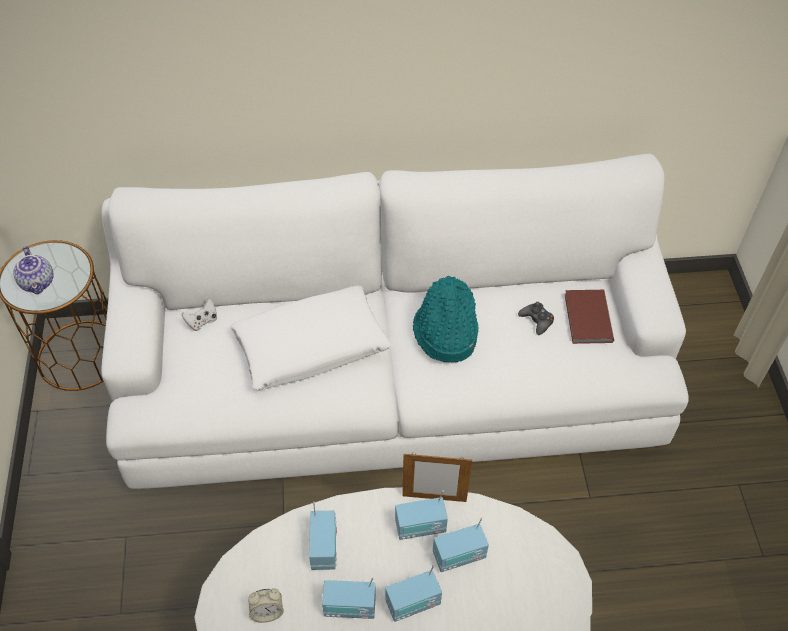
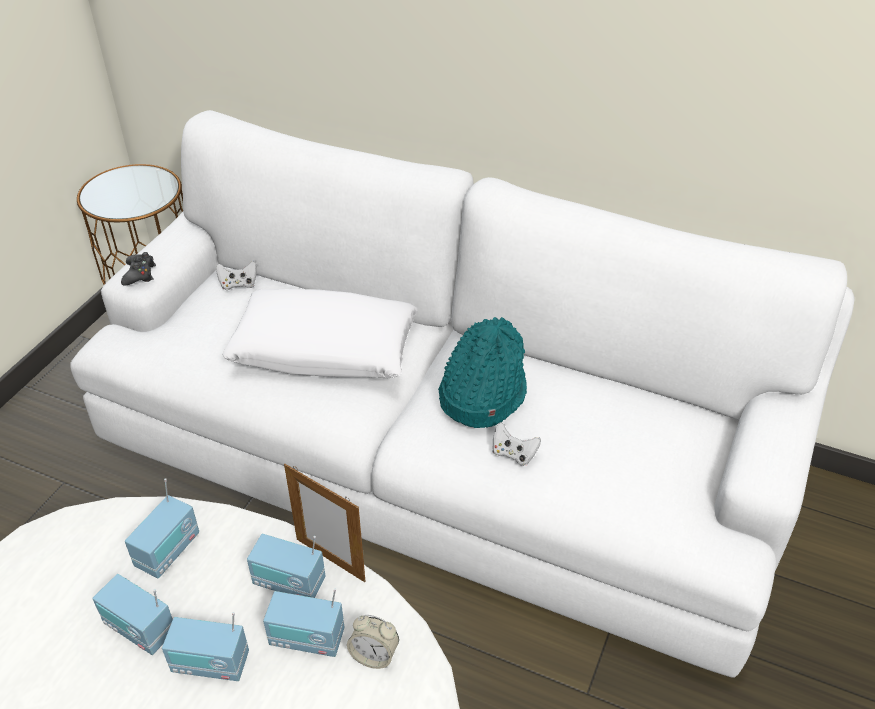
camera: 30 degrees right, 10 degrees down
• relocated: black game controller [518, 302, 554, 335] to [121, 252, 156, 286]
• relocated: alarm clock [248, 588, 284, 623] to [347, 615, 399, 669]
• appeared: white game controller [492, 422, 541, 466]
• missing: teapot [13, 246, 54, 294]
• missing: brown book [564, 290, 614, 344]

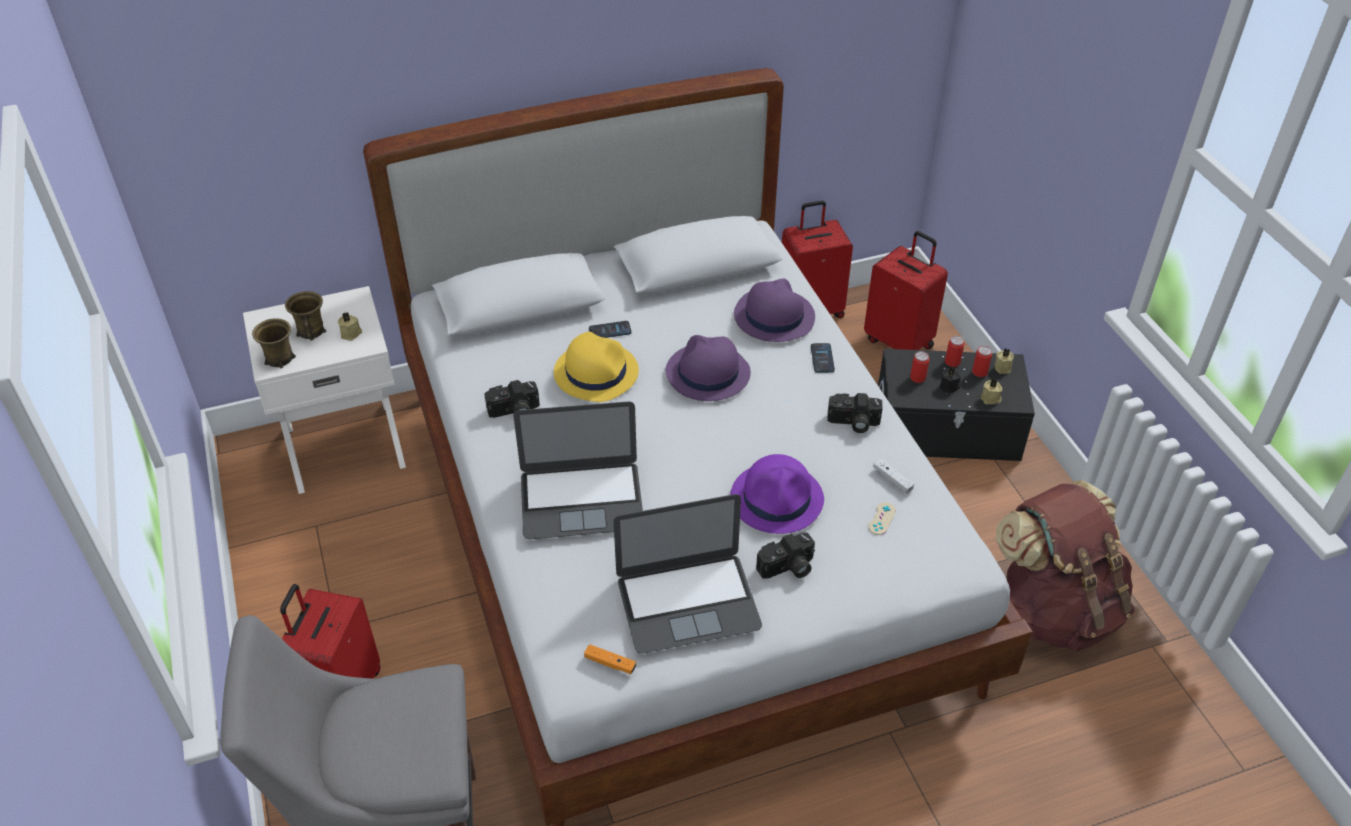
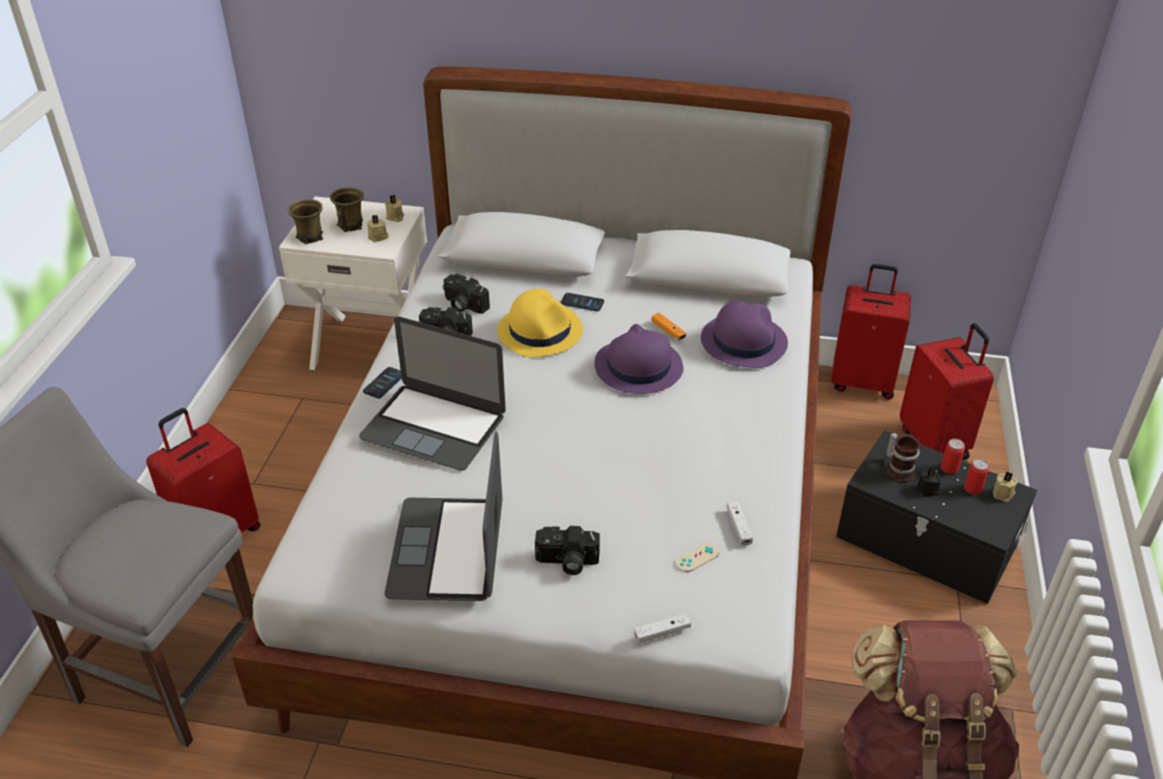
camera: 30 degrees right, 5 degrees down
• relocated: phone [811, 343, 835, 373] to [363, 367, 402, 399]
• relocated: beige candle [980, 379, 1002, 404] to [385, 195, 404, 222]
• spun: laptop [613, 494, 762, 654] = [385, 431, 502, 601] 75 degrees clockwise
• relocated: photo camera [827, 393, 882, 433] to [443, 274, 490, 314]
• appeared: white game controller [634, 613, 691, 643]
• relocated: orange game controller [584, 644, 636, 674] to [652, 313, 686, 340]
• exchanged: can [910, 351, 930, 383] to mug [886, 433, 920, 482]
• missing: purple hat [730, 454, 824, 534]

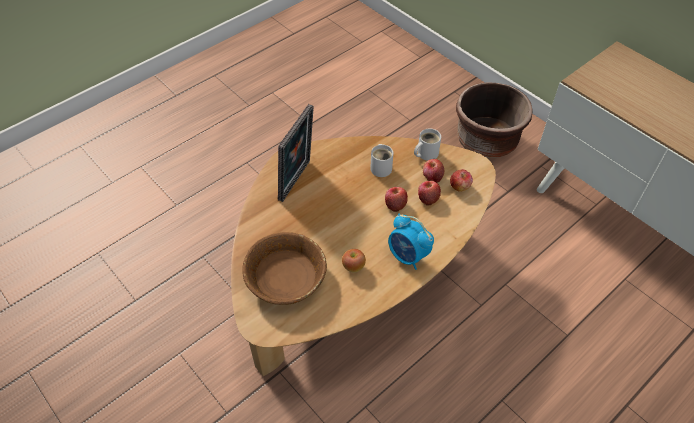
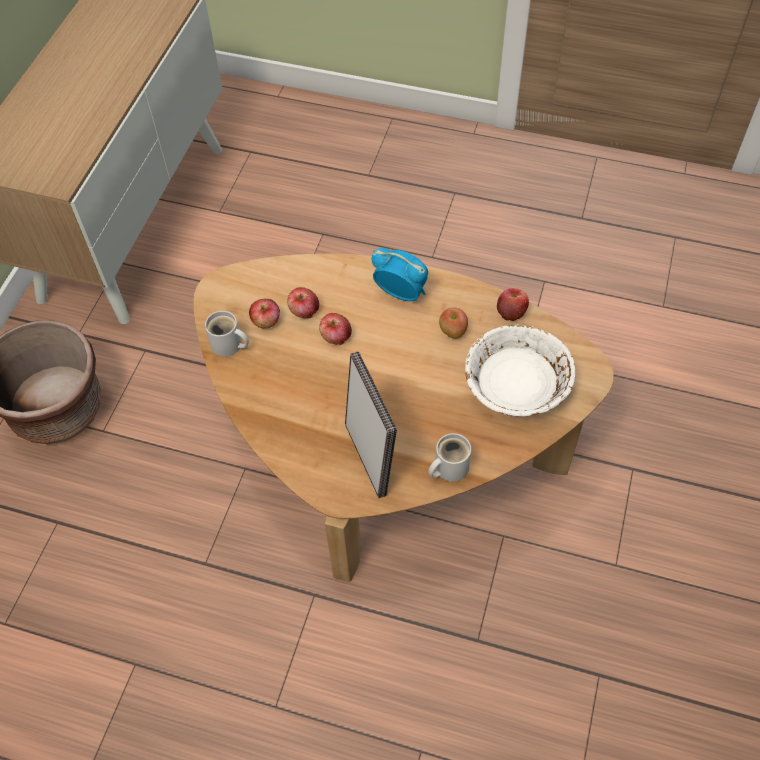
camera: 120 degrees left, 5 degrees up
• spun: picture frame [278, 104, 314, 202] = [345, 351, 397, 498] 75 degrees clockwise
• spun: alarm clock [388, 214, 434, 270] = [372, 248, 428, 301] 75 degrees counterclockwise
• relocated: white mug [370, 144, 393, 177] to [428, 433, 471, 482]
• colour: brown bowl [242, 232, 327, 305] to white bowl [465, 324, 575, 417]
• relocated: apple [450, 169, 473, 192] to [497, 288, 529, 321]

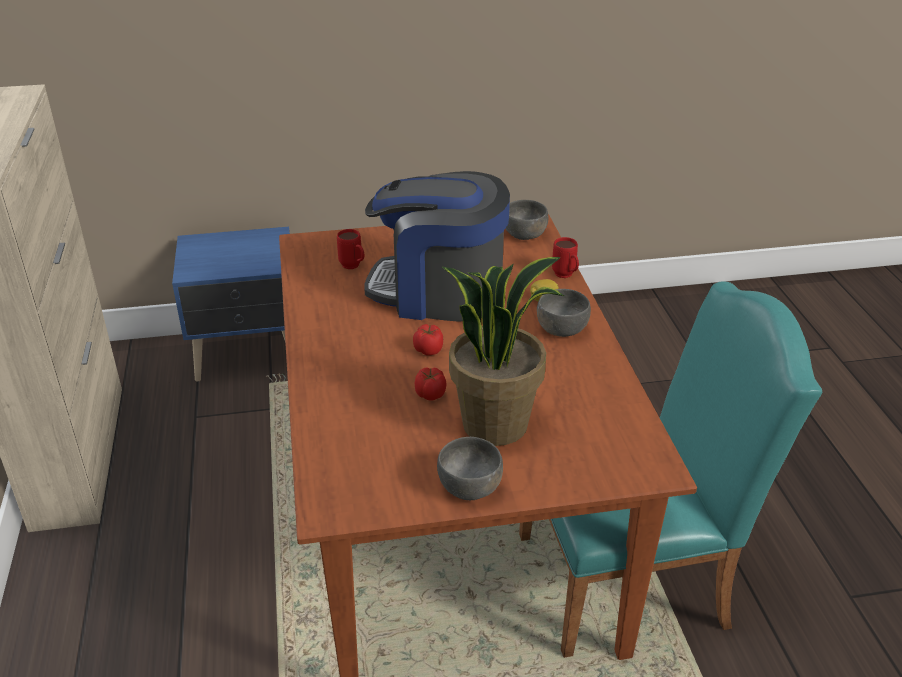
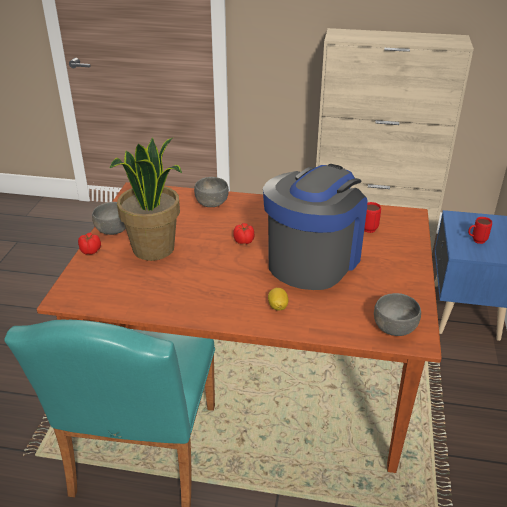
camera: 110 degrees right, 0 degrees up
• relocated: tomato [414, 367, 446, 401] to [78, 232, 101, 255]
• relocated: grey bowl [537, 289, 591, 337] to [194, 177, 229, 207]
• relocated: red mug [552, 237, 579, 278] to [468, 217, 492, 244]

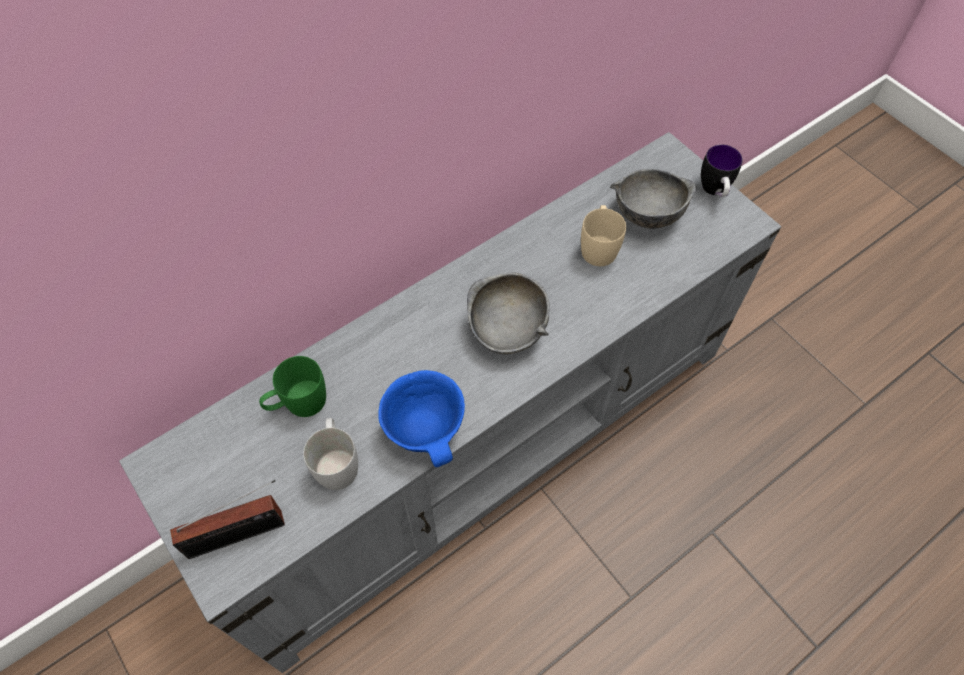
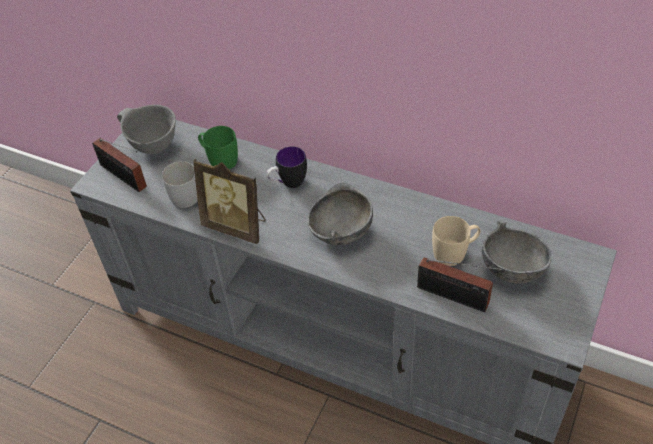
camera: 65 degrees right, 10 degrees down
• appeared: grey bowl [117, 105, 176, 154]
• exchanged: blue bowl [378, 370, 465, 467] to picture frame [193, 159, 266, 244]
• relocated: mug [701, 144, 743, 197] to [267, 146, 307, 188]
• appeared: radio [417, 258, 505, 312]

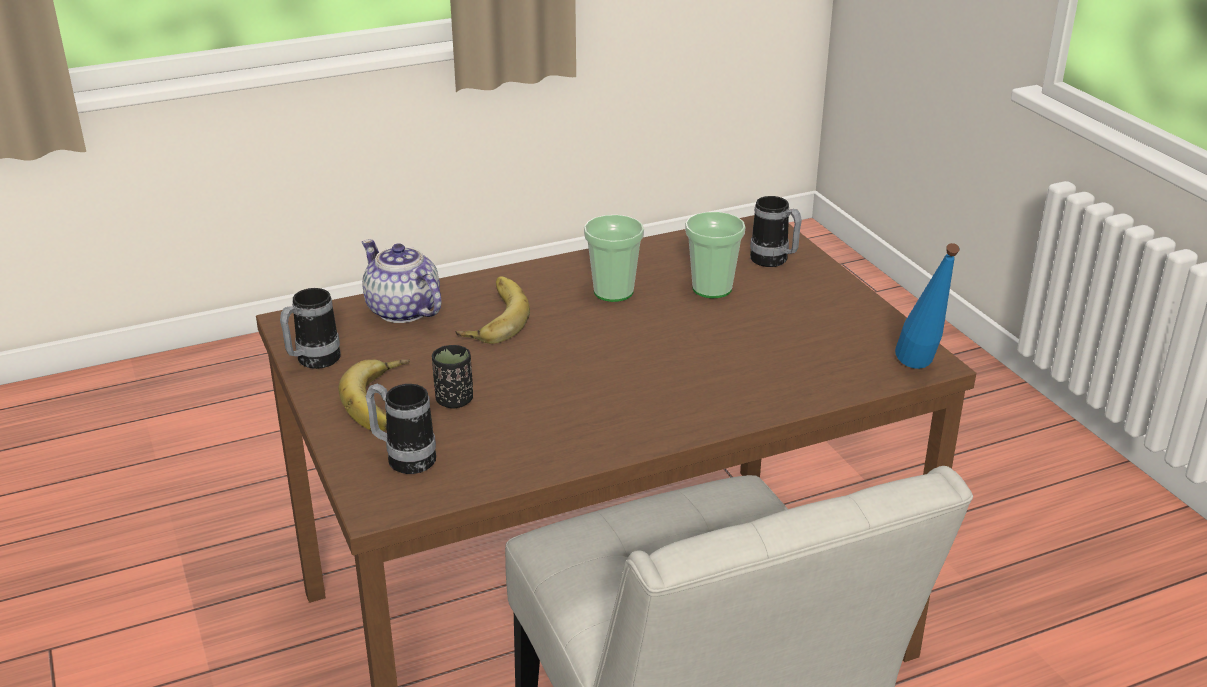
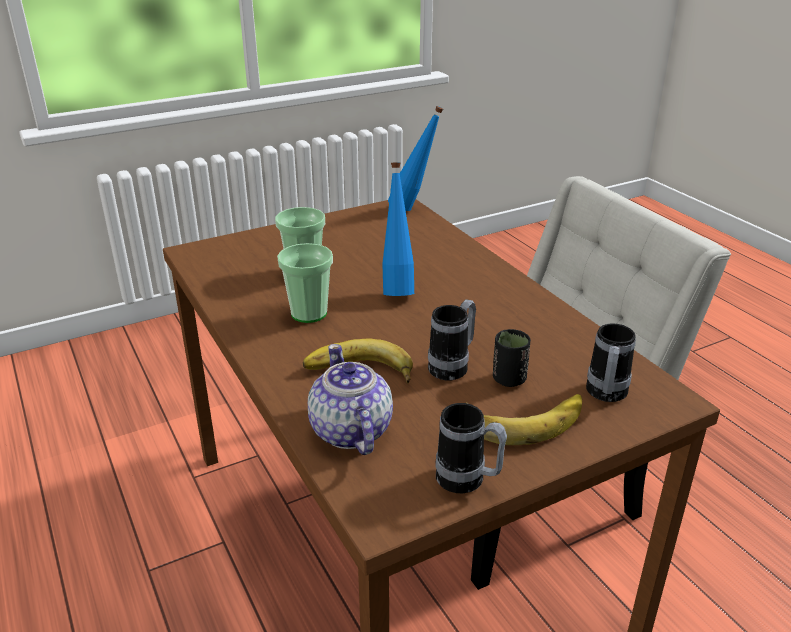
camera: 95 degrees left, 0 degrees up
• spun: teapot [362, 240, 442, 323] = [308, 344, 393, 455] 120 degrees clockwise
• appeared: blue bottle [382, 162, 414, 296]
• relocated: mug [750, 196, 802, 267] to [428, 299, 476, 381]

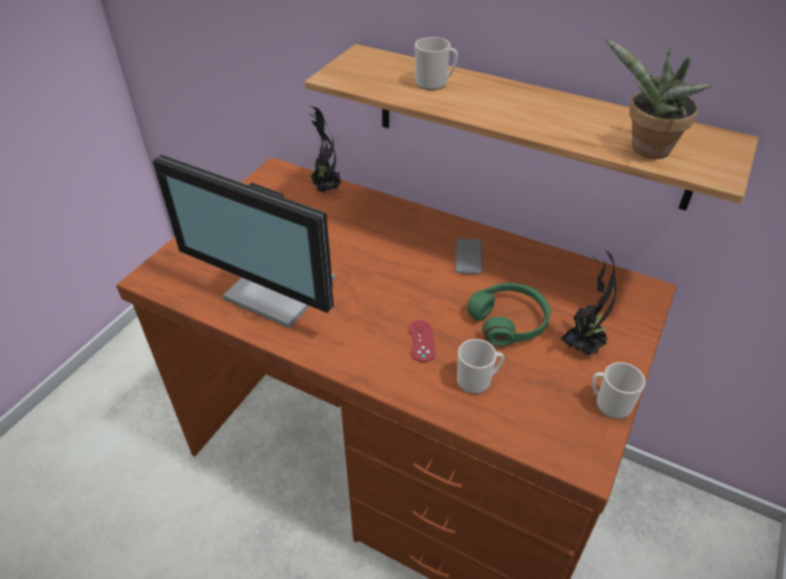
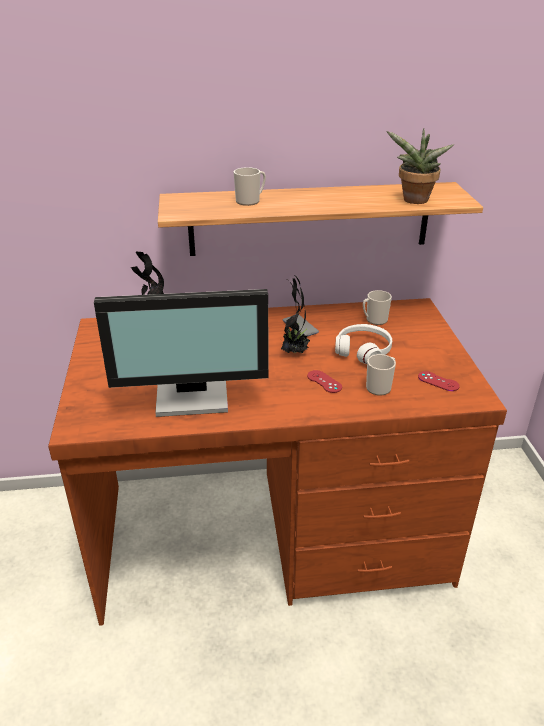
camera: 35 degrees left, 10 degrees down
• relocated: potted plant [561, 250, 616, 355] to [280, 274, 310, 353]
• colour: green headphones [467, 283, 551, 346] to white headphones [335, 324, 392, 364]
• relocated: mug [592, 362, 646, 419] to [363, 290, 392, 325]
• appeared: red game controller [418, 371, 460, 391]

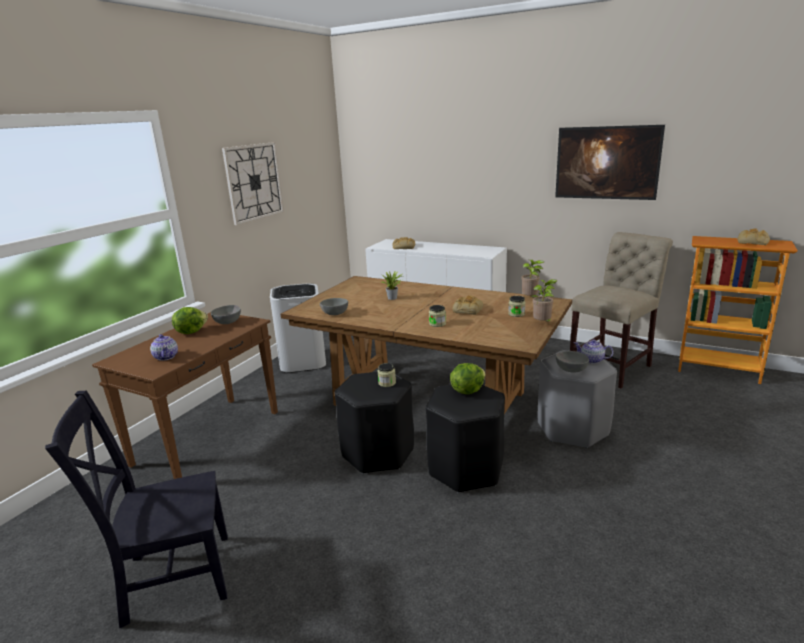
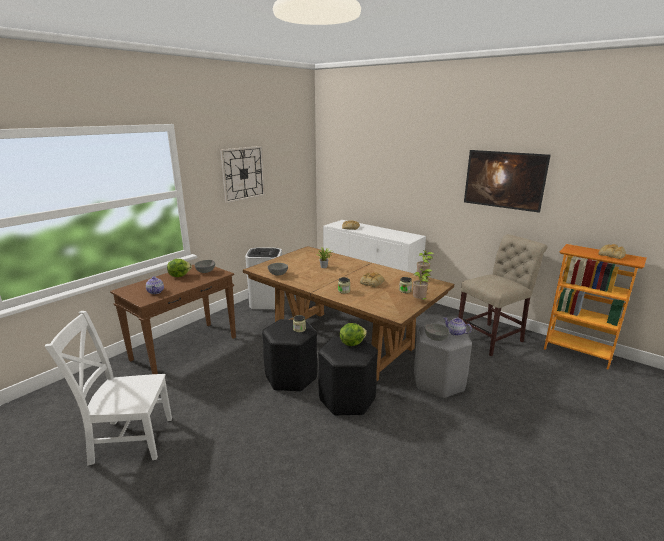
camera: 10 degrees right, 0 degrees up
• colour: black chair [45, 391, 228, 628] to white chair [45, 311, 172, 466]

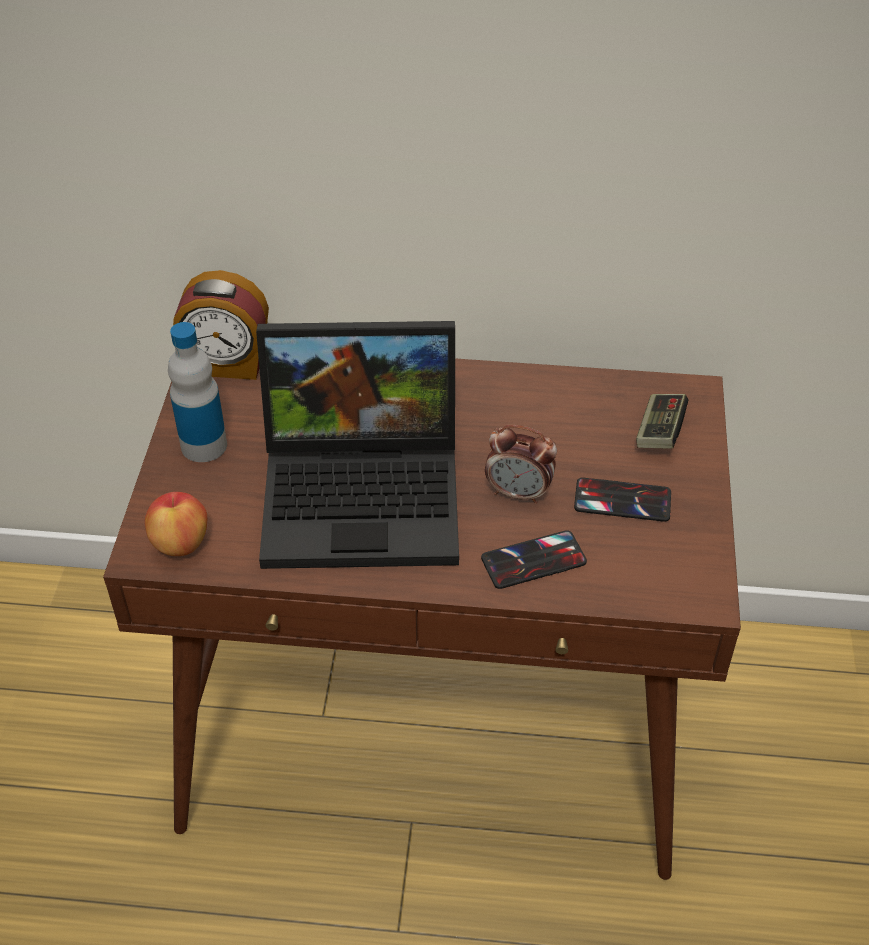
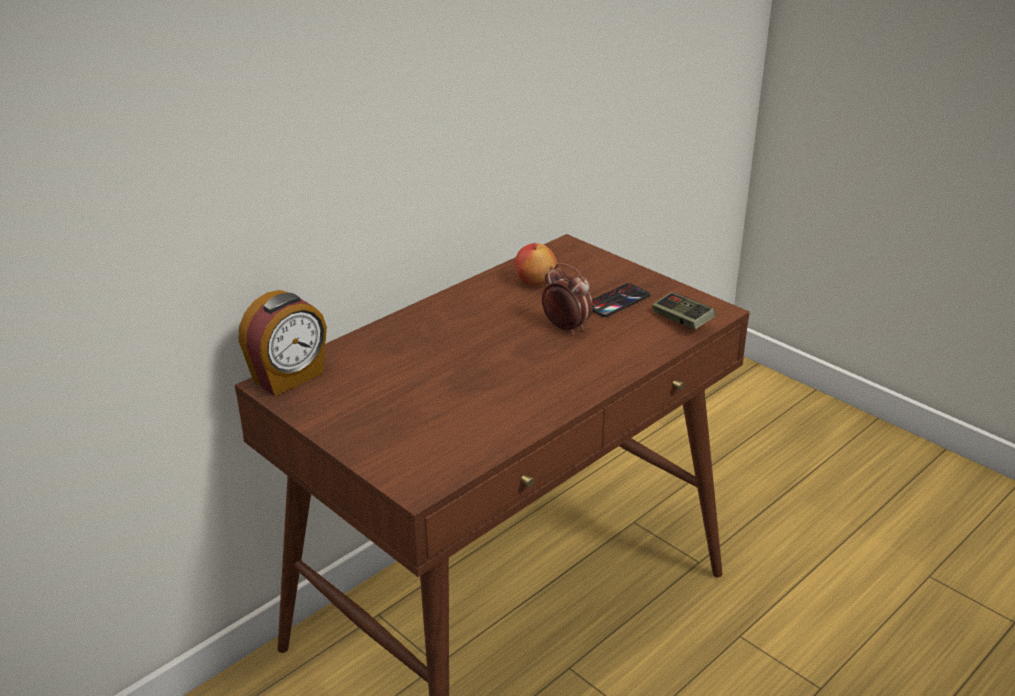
camera: 50 degrees left, 15 degrees down
• relocated: apple [145, 492, 207, 556] to [514, 242, 557, 286]
• spun: alarm clock [485, 425, 557, 504] = [542, 263, 593, 335] 105 degrees counterclockwise
• relocated: game controller [636, 394, 689, 448] to [652, 292, 716, 329]
• missing: bottle [168, 322, 227, 462]
• missing: laptop [256, 321, 459, 569]
• missing: phone [481, 530, 587, 589]

